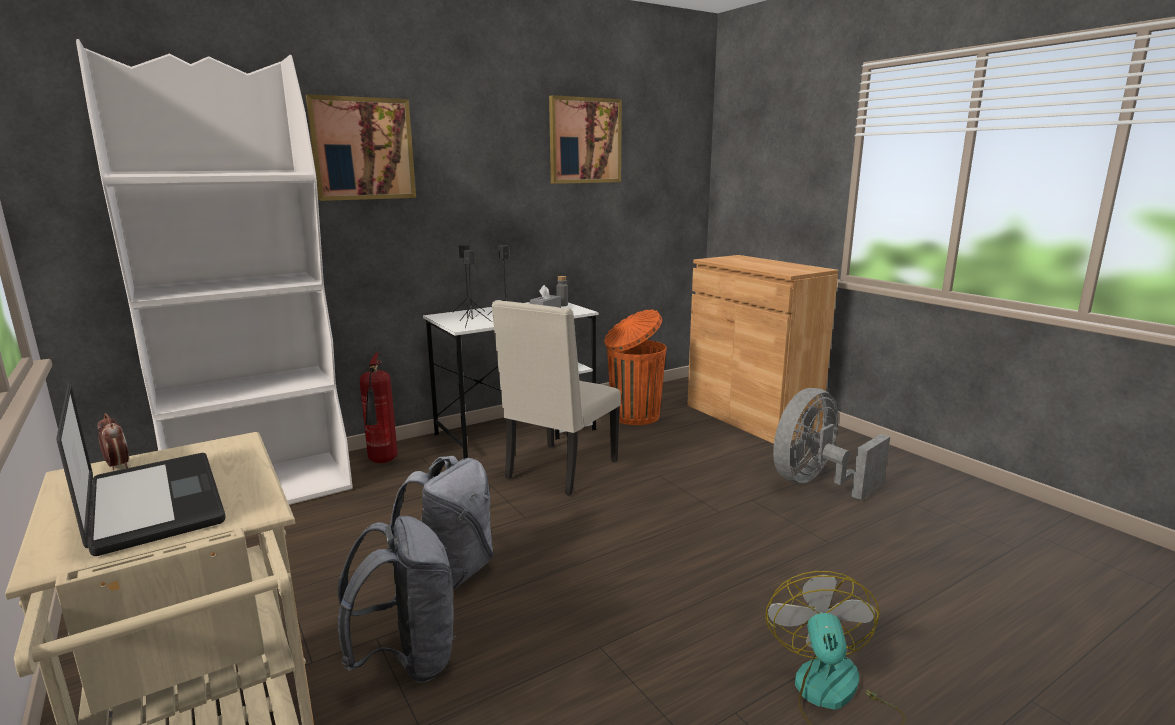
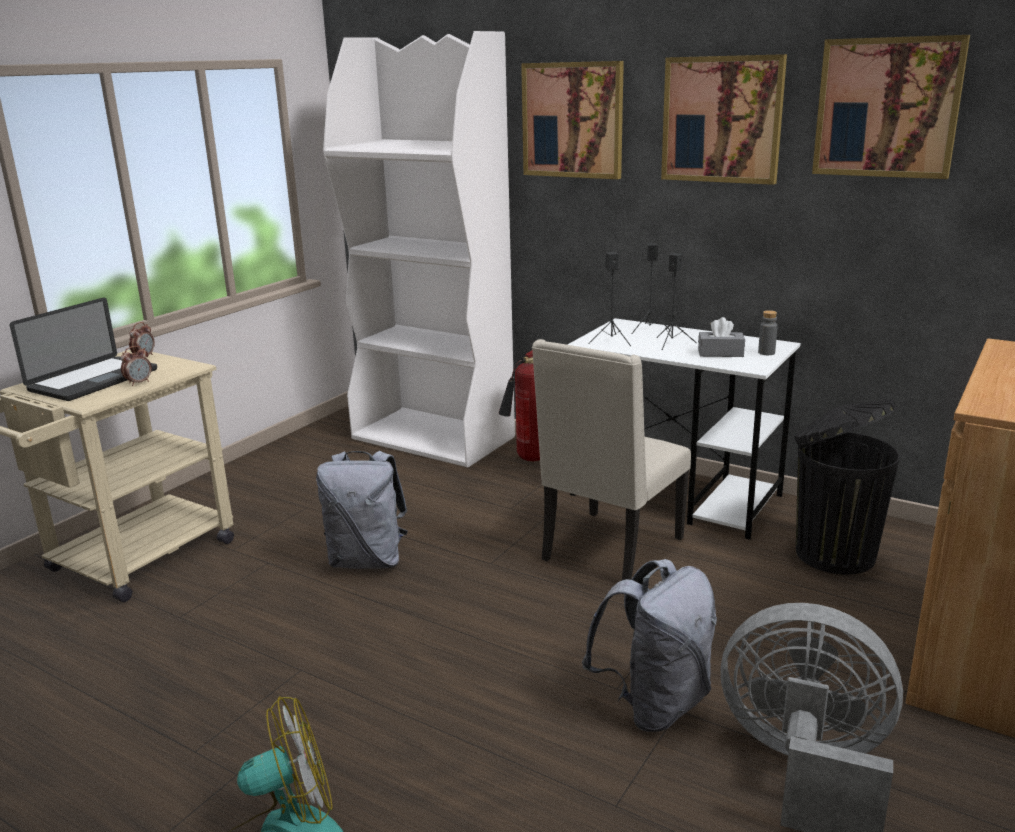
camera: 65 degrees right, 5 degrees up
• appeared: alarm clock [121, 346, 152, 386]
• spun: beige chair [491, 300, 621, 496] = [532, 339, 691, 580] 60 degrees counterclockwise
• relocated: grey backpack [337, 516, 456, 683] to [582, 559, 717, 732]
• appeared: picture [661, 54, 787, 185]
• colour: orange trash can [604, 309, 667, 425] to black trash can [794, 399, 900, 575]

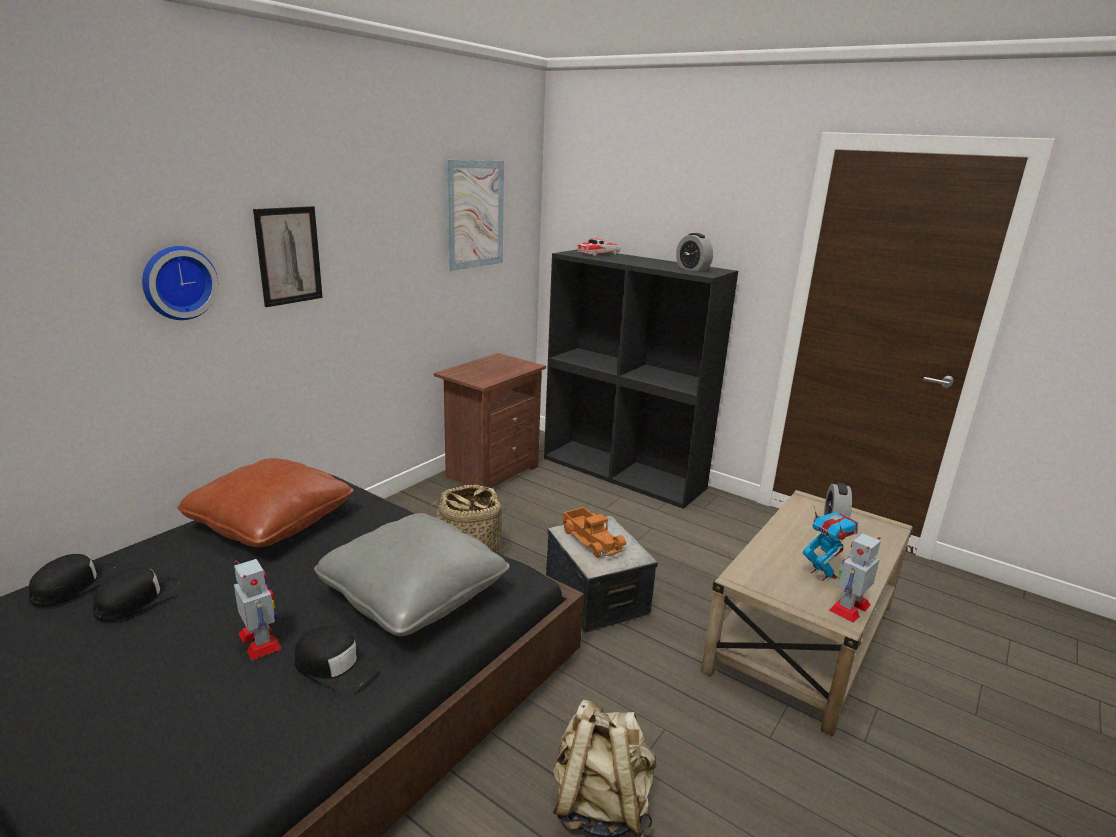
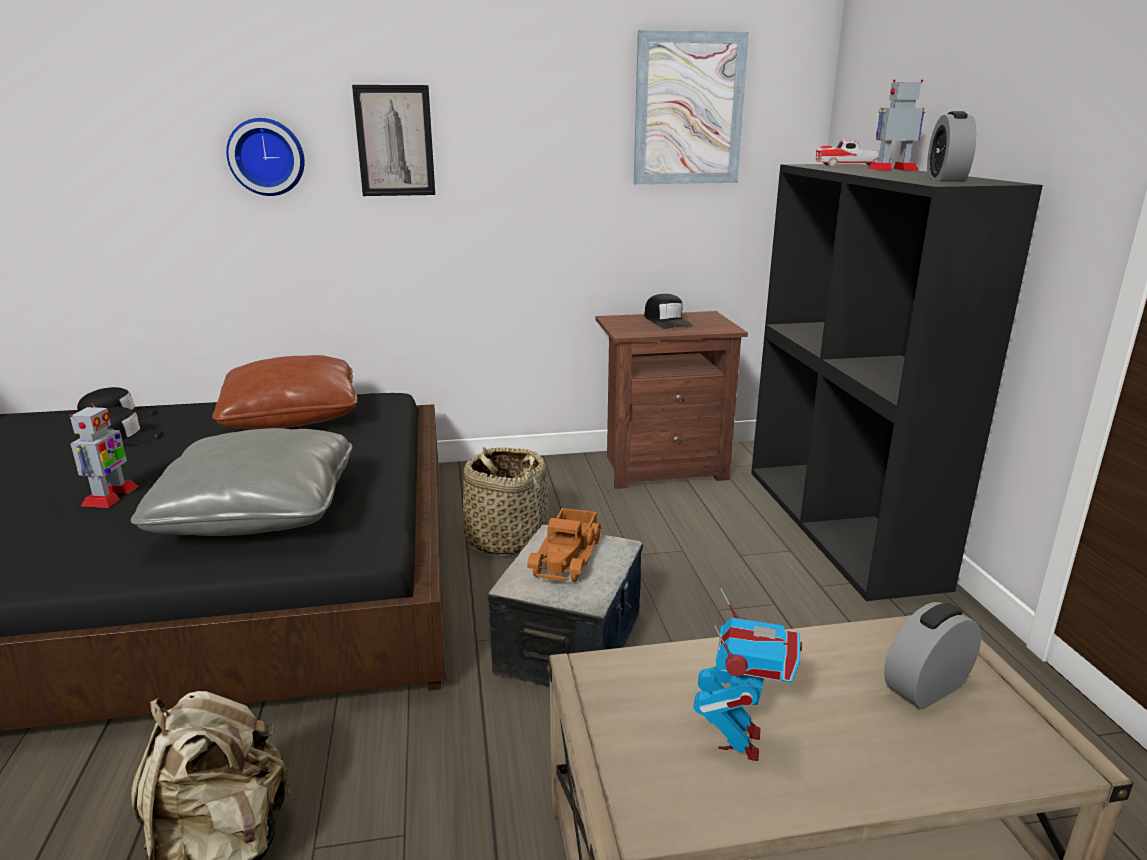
camera: 45 degrees right, 0 degrees up
• relocated: black cap [295, 626, 380, 696] to [644, 294, 693, 329]
• relocated: toy robot [829, 533, 881, 622] to [867, 79, 926, 171]

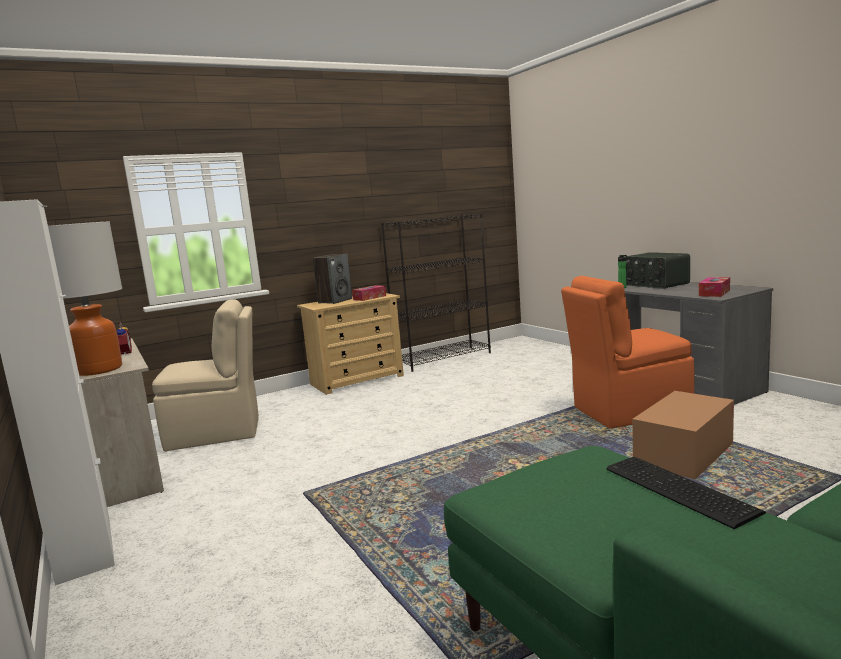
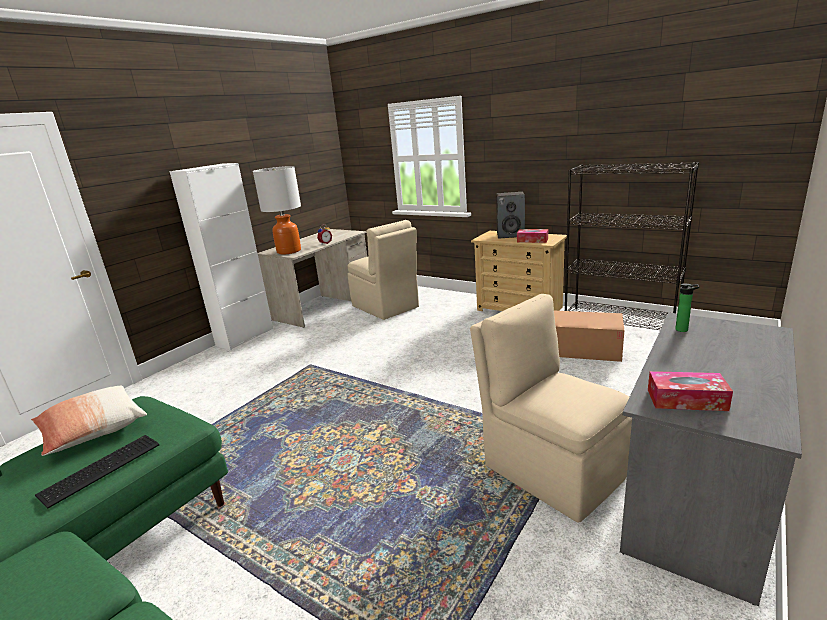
camera: 65 degrees right, 10 degrees up
• appeared: pillow [31, 386, 147, 456]
• colour: orange chair [561, 276, 694, 429] to beige chair [470, 294, 632, 523]
• relocated: cardboard box [632, 391, 734, 480] to [554, 311, 624, 362]
• missing: radio [626, 252, 690, 289]

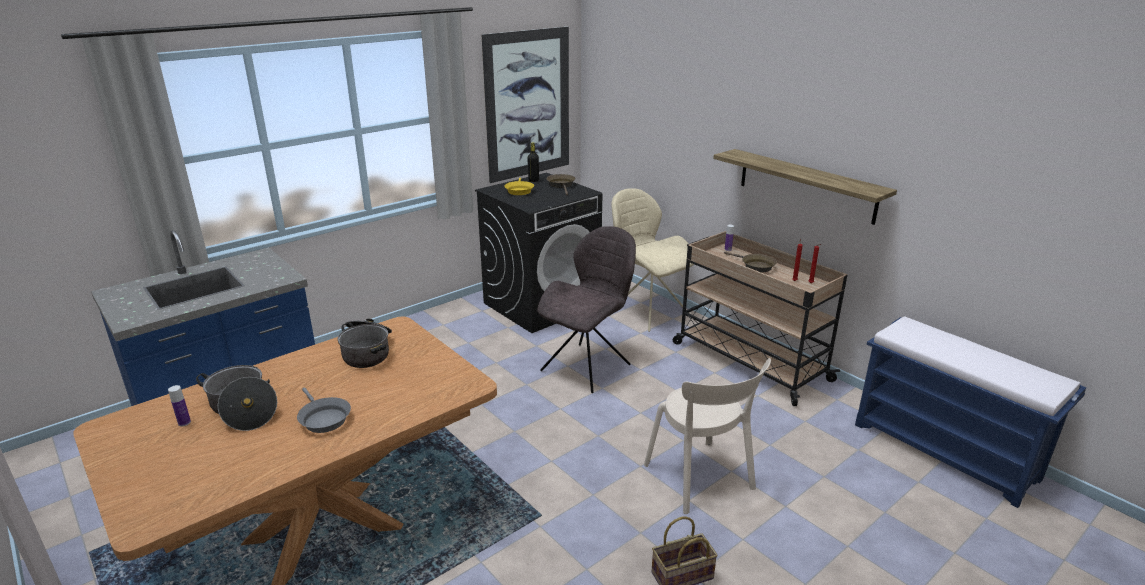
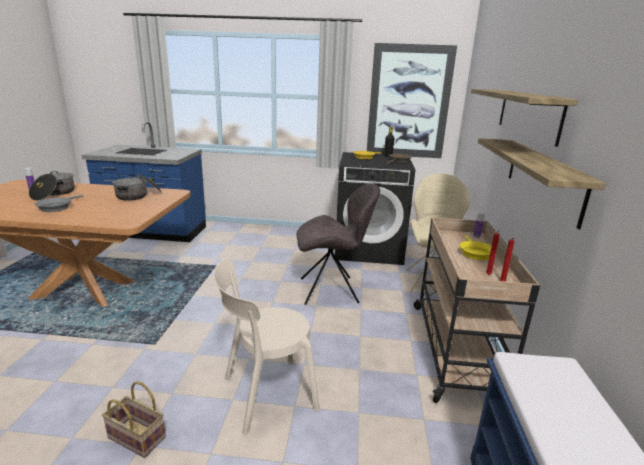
camera: 45 degrees right, 5 degrees down
• spun: beige chair [644, 358, 771, 514] = [214, 258, 320, 435] 45 degrees clockwise
• colour: brown frying pan [724, 251, 777, 272] to yellow frying pan [459, 235, 497, 260]
• appeared: shelf [471, 89, 578, 147]

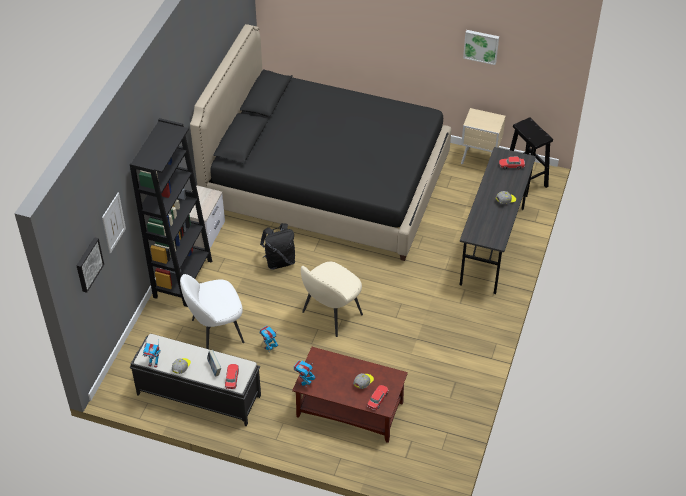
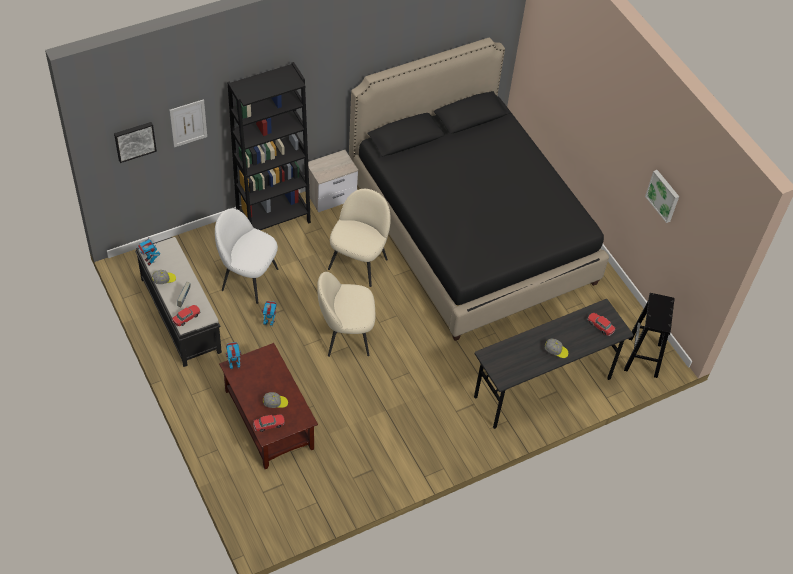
camera: 40 degrees right, 5 degrees up
• exchanged: black backpack [260, 223, 295, 270] to beige chair [328, 189, 391, 287]
• missing: beige nightstand [461, 108, 506, 164]

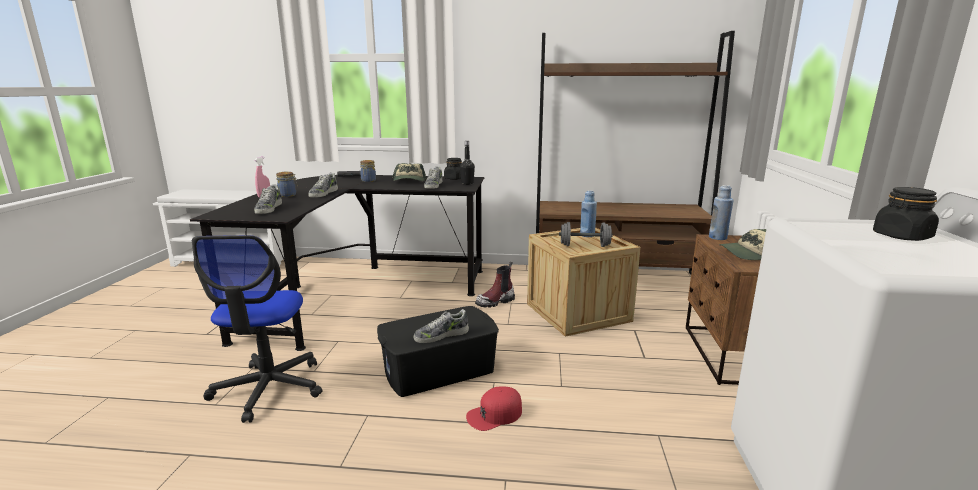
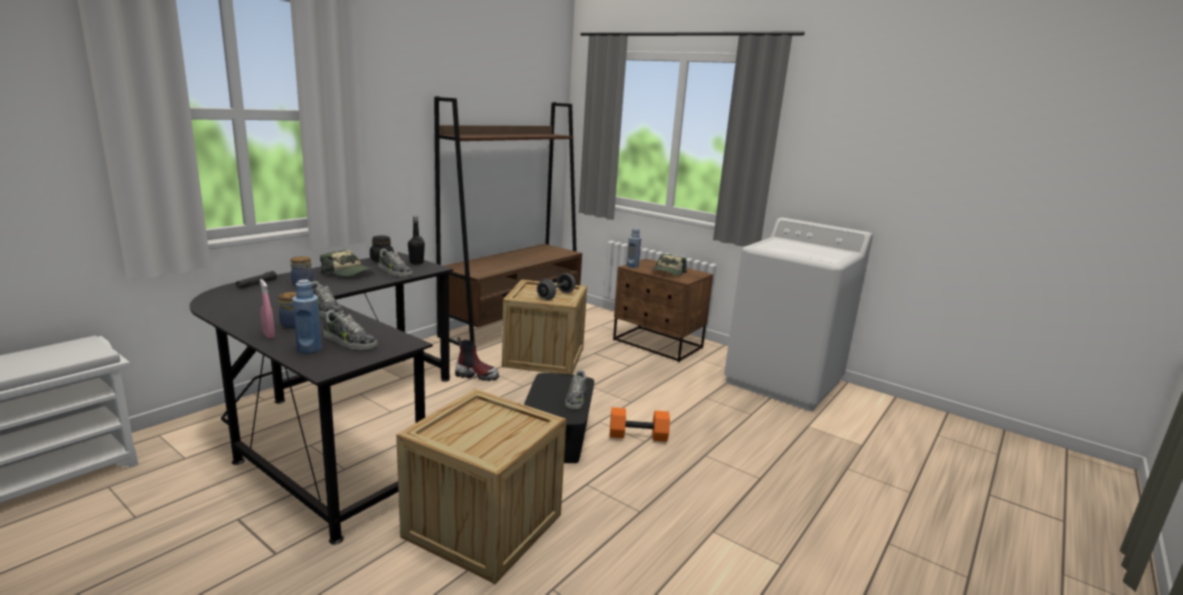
camera: 60 degrees left, 0 degrees up
• relocated: blue bottle [580, 190, 597, 237] to [292, 279, 322, 353]
• exchanged: office chair [192, 235, 322, 423] to crate [396, 389, 566, 584]
• spun: boot [475, 262, 515, 307] = [455, 337, 499, 381] 75 degrees counterclockwise
• exchanged: red cap [466, 387, 522, 431] to orange dumbbell [610, 407, 670, 442]
• missing: black jar [873, 187, 939, 241]

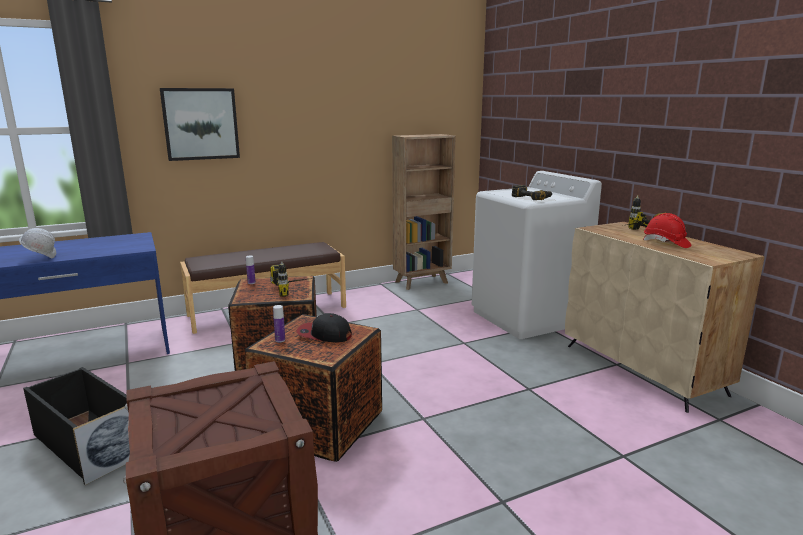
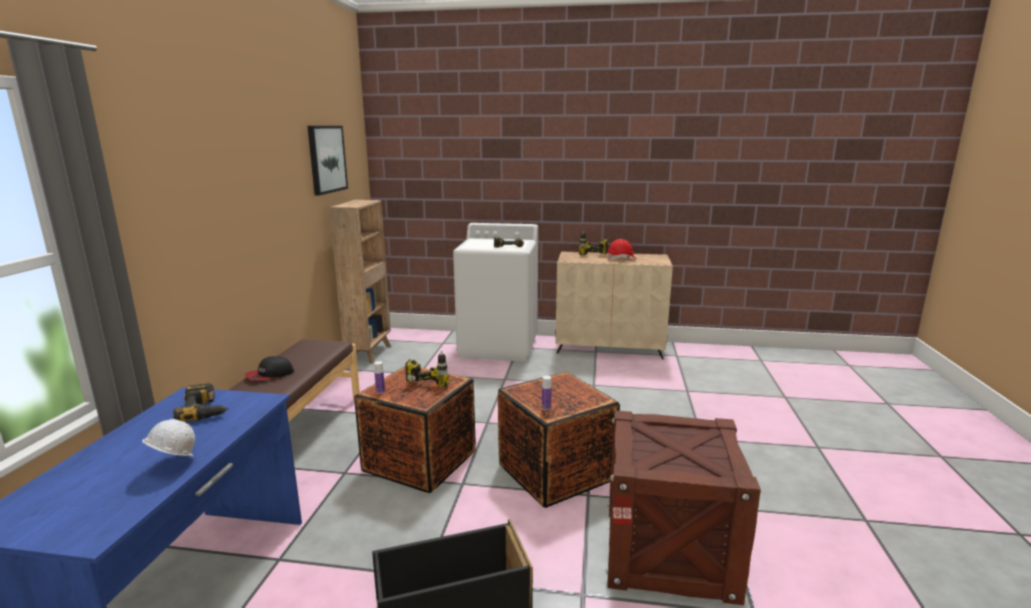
camera: 55 degrees left, 0 degrees up
• appeared: power drill [174, 383, 229, 422]
• relocated: cap [296, 313, 352, 342] to [245, 356, 294, 381]
• relocated: picture [160, 88, 240, 161] to [307, 126, 348, 196]

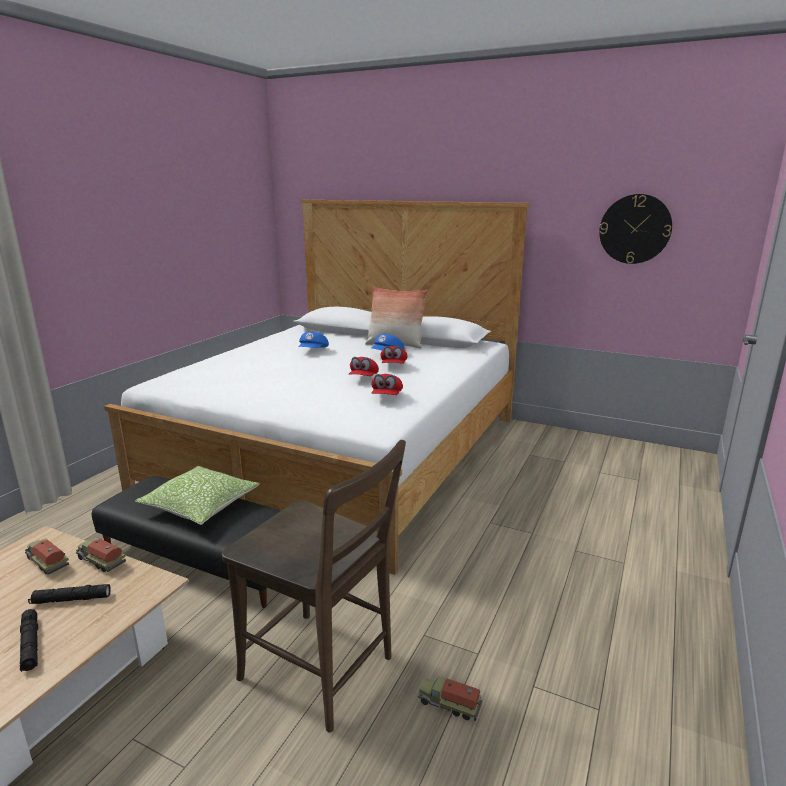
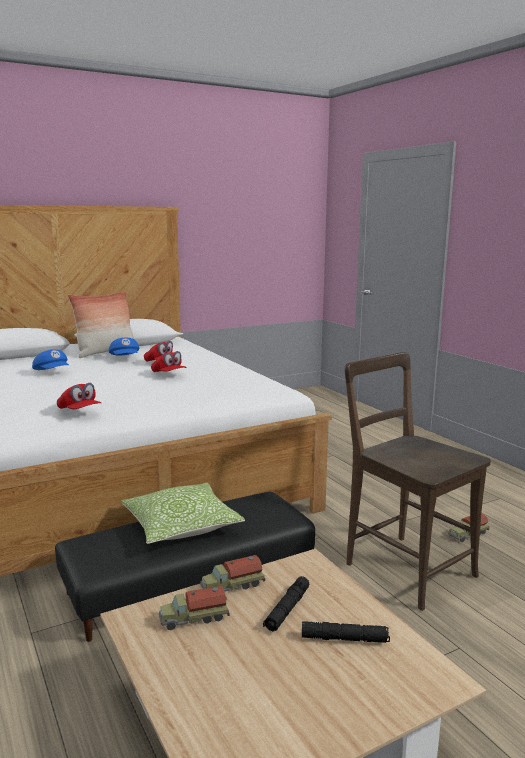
camera: 55 degrees left, 5 degrees down
• relocated: red cap [371, 374, 403, 395] to [57, 383, 101, 409]
• spun: brown chair [222, 440, 406, 733] = [345, 352, 491, 611] 105 degrees counterclockwise
• missing: wall clock [599, 194, 672, 264]

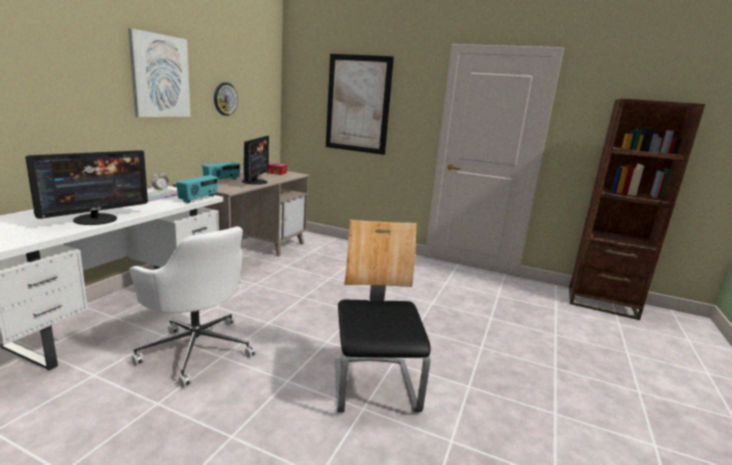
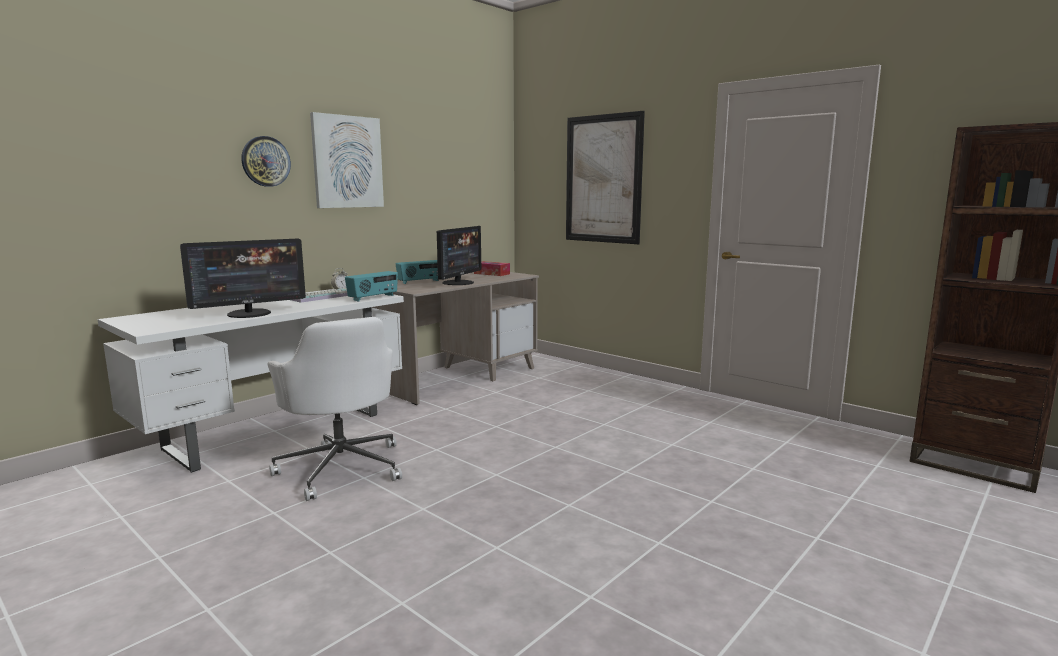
camera: 20 degrees right, 5 degrees down
• relocated: wall clock [214, 82, 238, 116] to [241, 136, 291, 187]
• missing: chair [335, 220, 431, 413]

